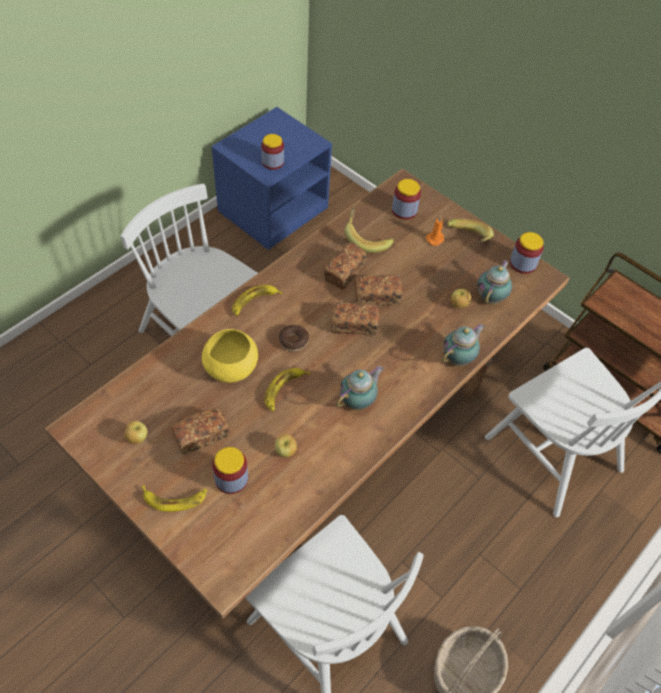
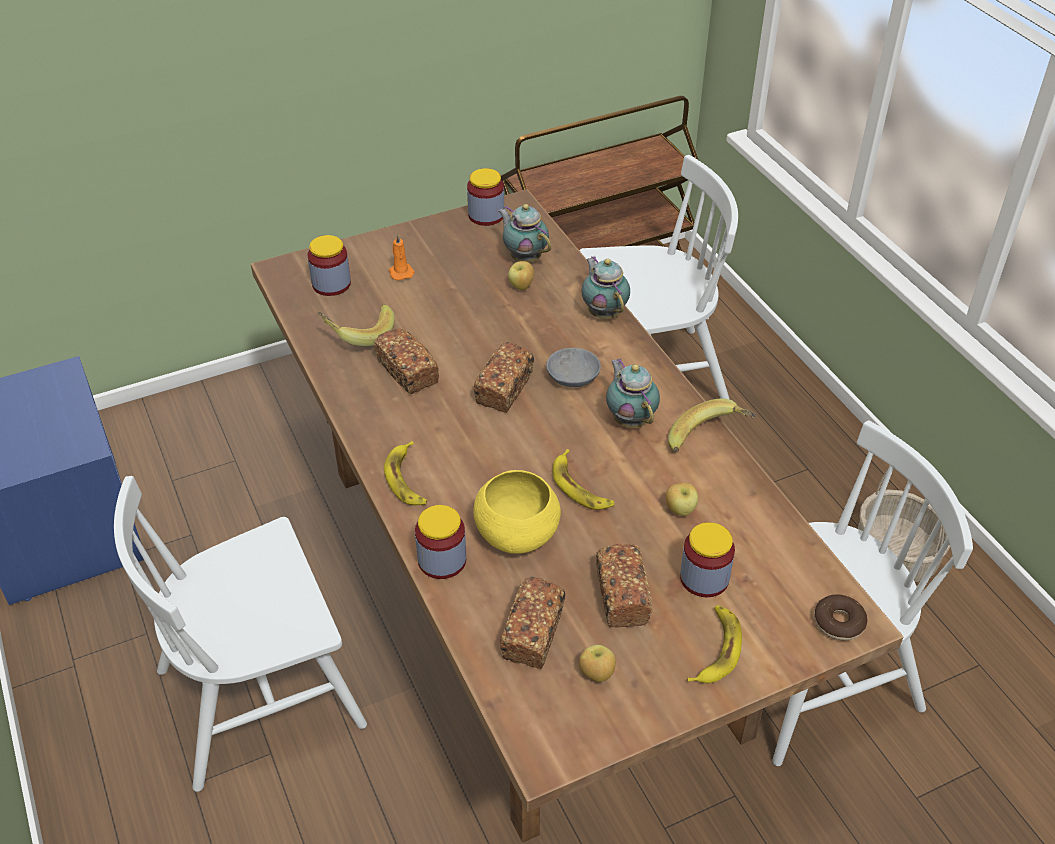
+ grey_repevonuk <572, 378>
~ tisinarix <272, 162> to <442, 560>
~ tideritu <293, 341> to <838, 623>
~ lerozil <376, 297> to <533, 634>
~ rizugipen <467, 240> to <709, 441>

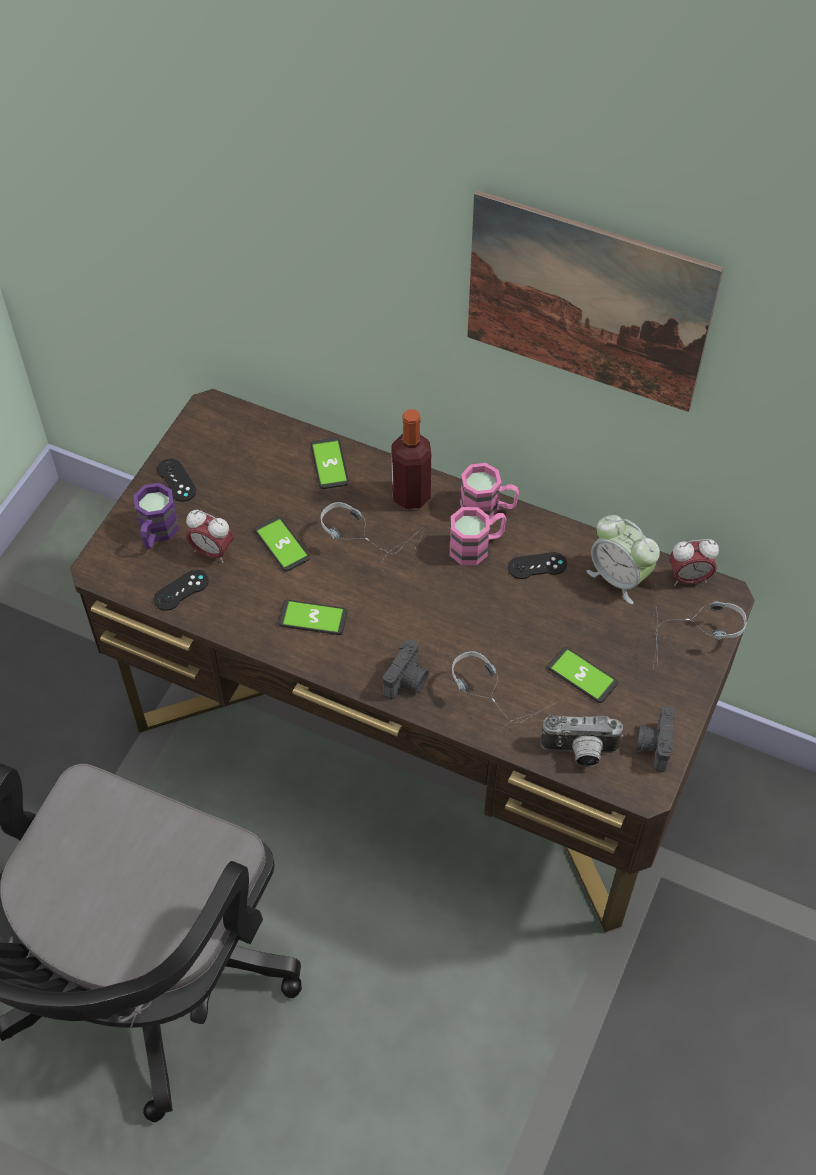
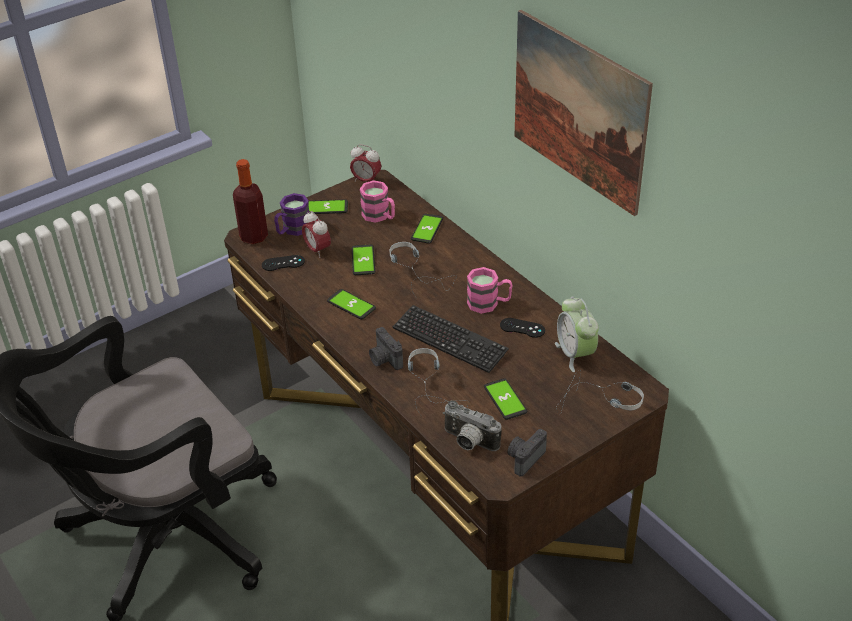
+ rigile <449, 340>
~ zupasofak <411, 496> to <253, 236>
~ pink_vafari <488, 507> to <380, 216>
~ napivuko <688, 578> to <366, 181>
~ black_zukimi <176, 480> to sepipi <326, 208>
~ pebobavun <407, 681> = <384, 359> 90 degrees clockwise

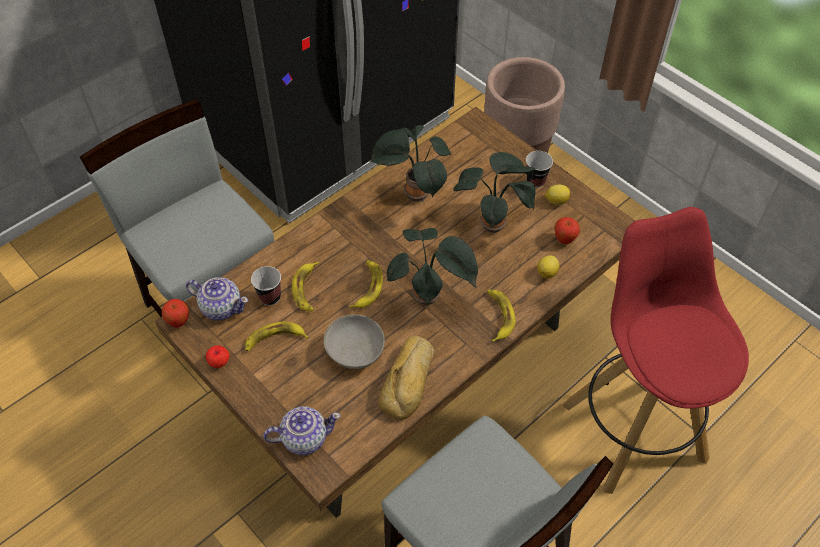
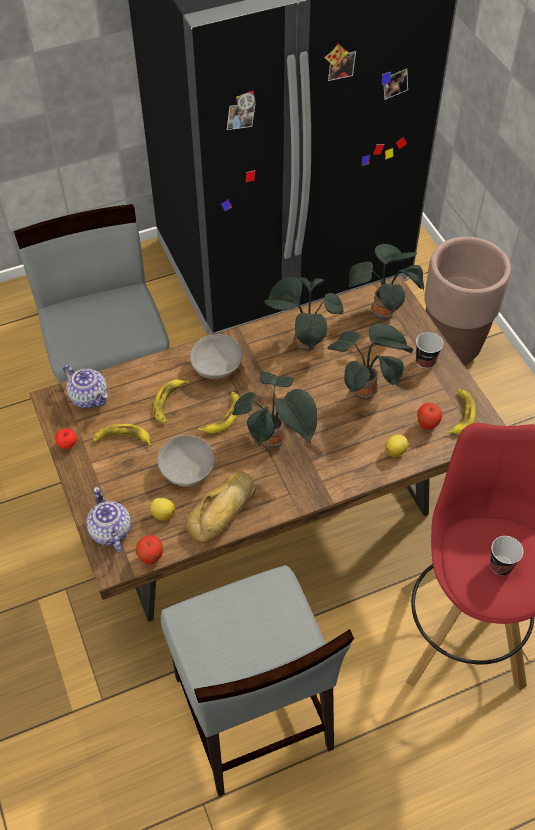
+ grey_repevonuk <217, 367>
+ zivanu <383, 311>
~ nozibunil <179, 322> to <151, 558>
~ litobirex <270, 297> to <500, 566>
~ rizugipen <498, 316> to <460, 414>
~ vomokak <556, 201> to <162, 514>
~ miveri <304, 438> = <110, 532> 120 degrees counterclockwise

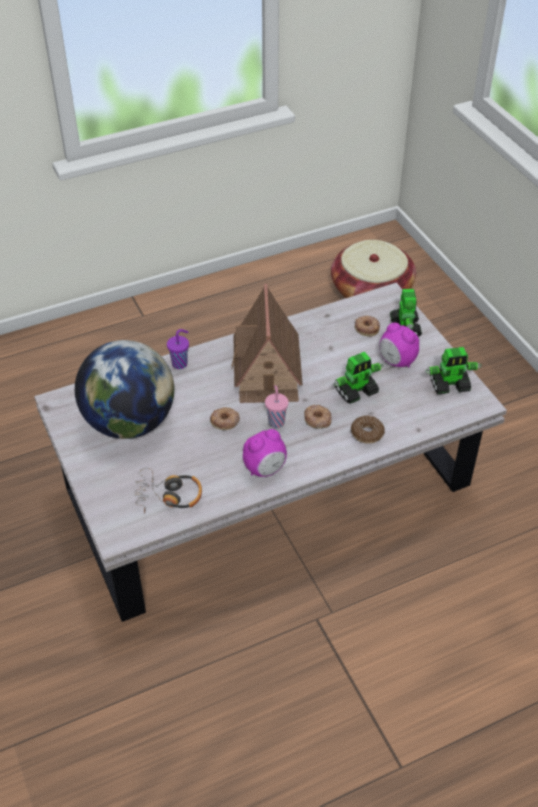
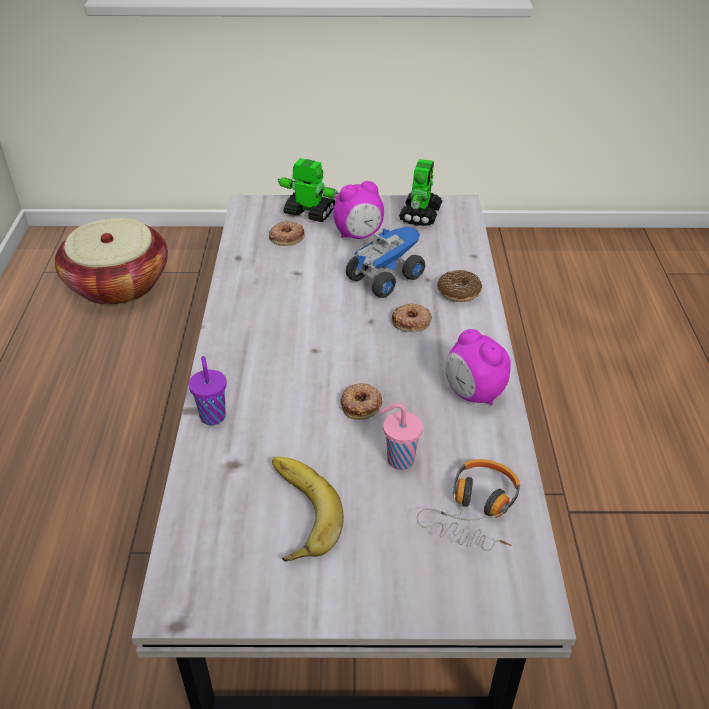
- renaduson <267, 370>
~ pink_litobirex <276, 421> to <398, 460>
~ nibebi <129, 422> to rizugipen <294, 513>
~ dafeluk <356, 391> to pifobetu <385, 277>
~ napivuko <265, 469> = <473, 394> 150 degrees clockwise

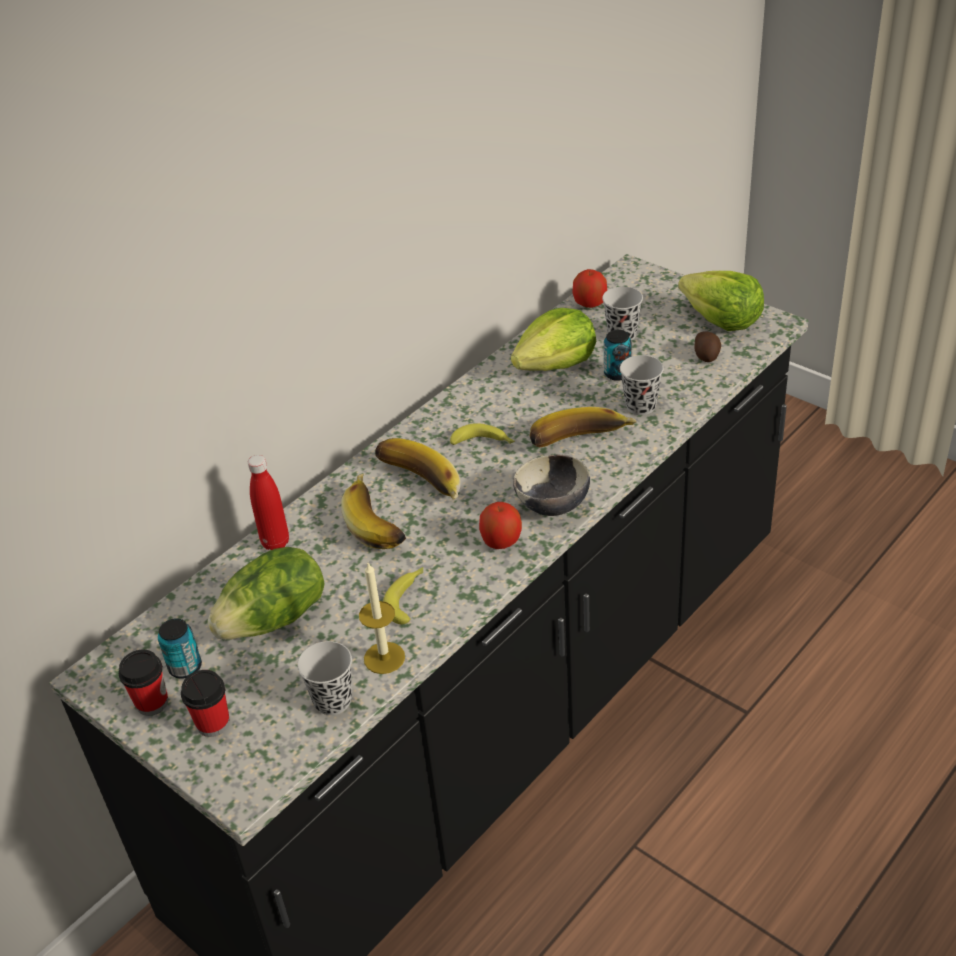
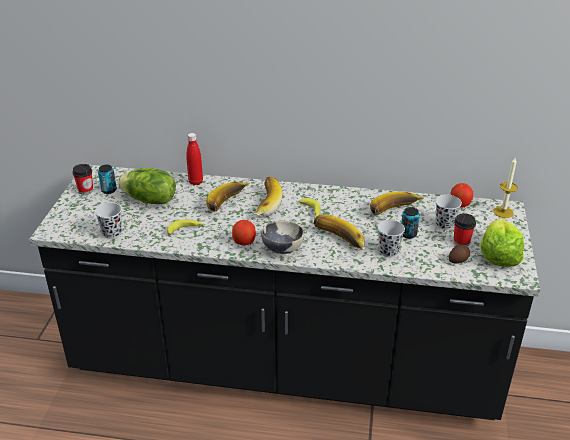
~ litobirex <213, 723> to <461, 242>
~ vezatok <384, 658> to <503, 212>
~ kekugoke <556, 364> to rizugipen <395, 212>

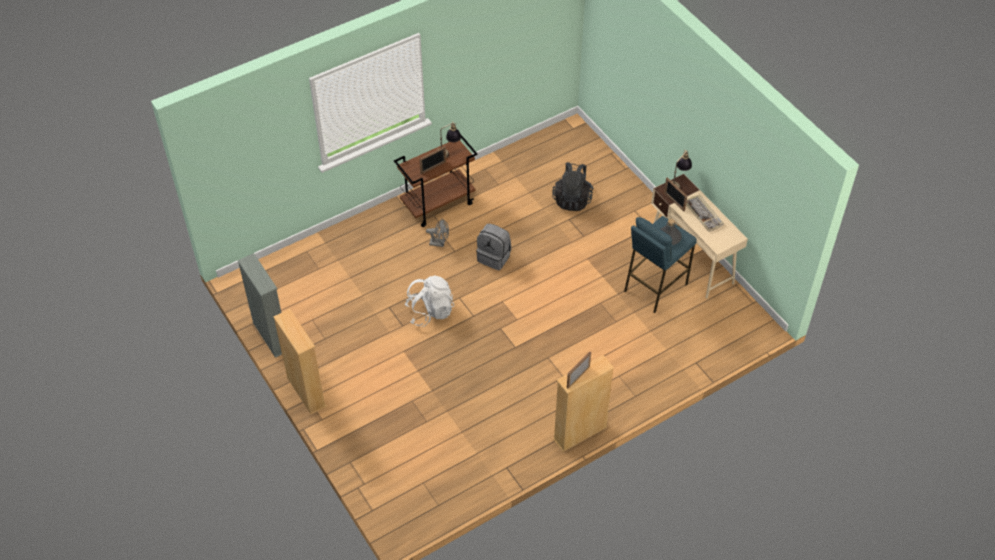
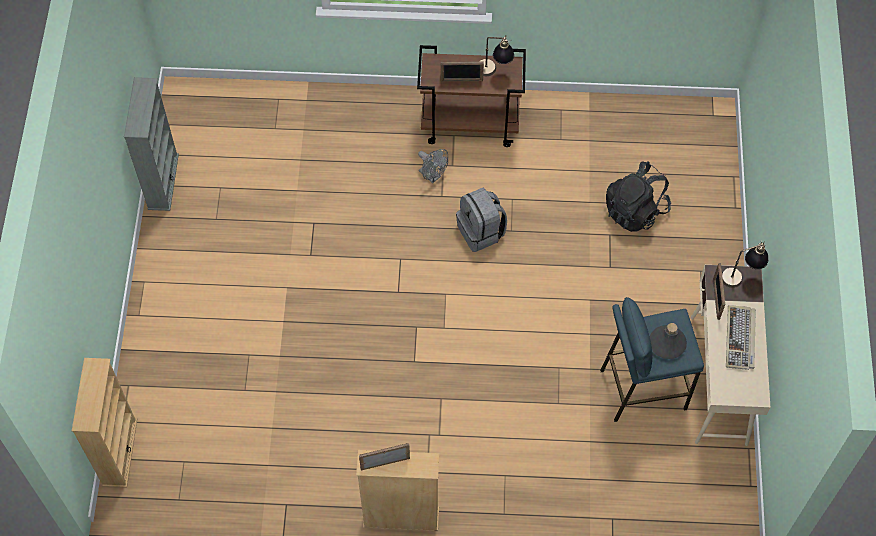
- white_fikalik <430, 311>
~ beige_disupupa <306, 392> to <119, 452>

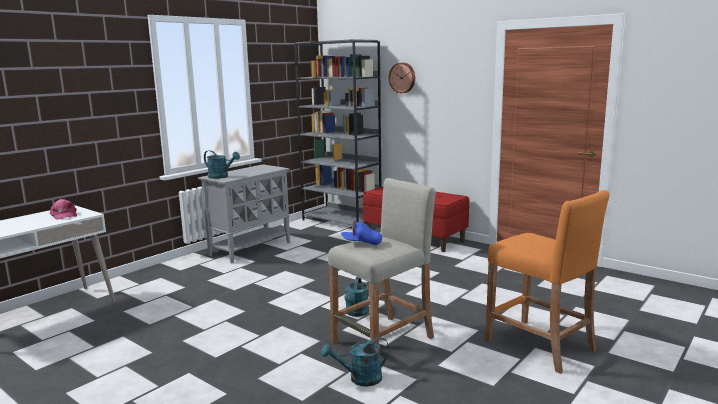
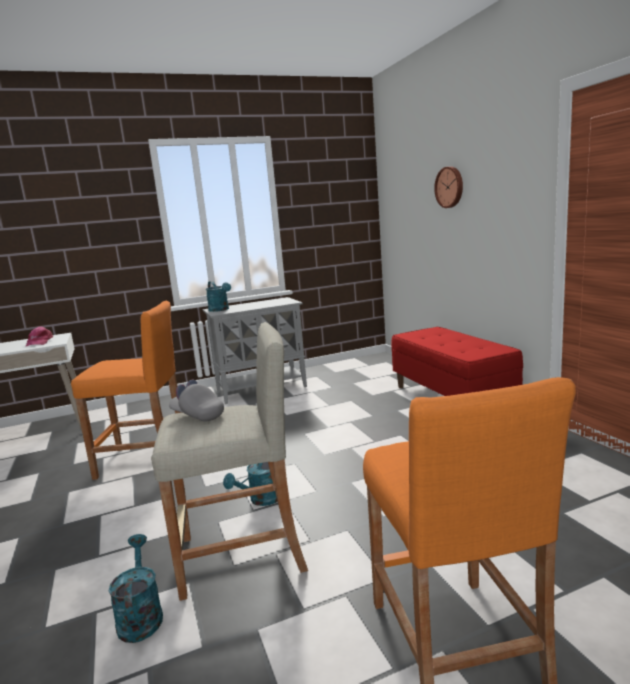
- grey_disupupa <342, 221>
+ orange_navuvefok <146, 460>
~ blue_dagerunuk <361, 243> to grey_dagerunuk <198, 415>
~ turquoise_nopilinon <359, 379> = <140, 615> 60 degrees clockwise

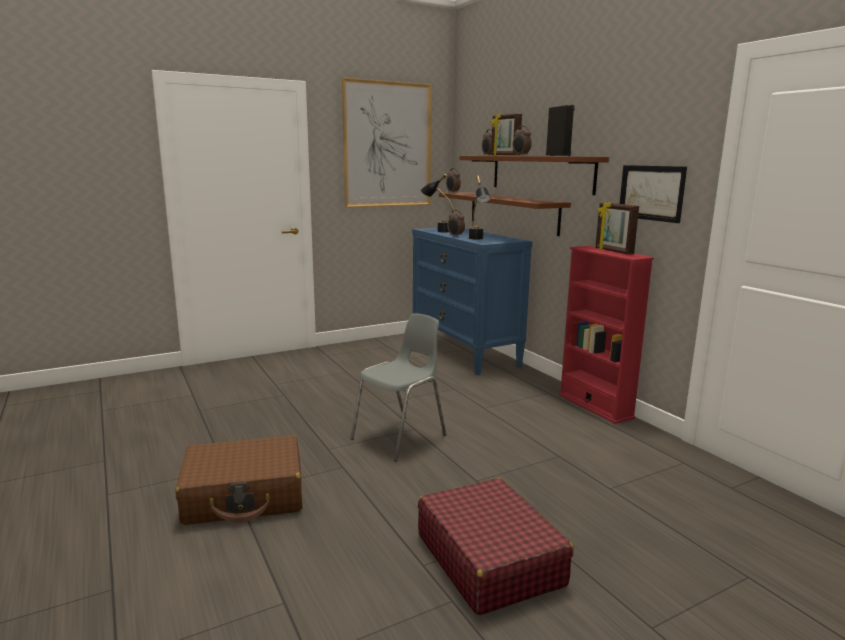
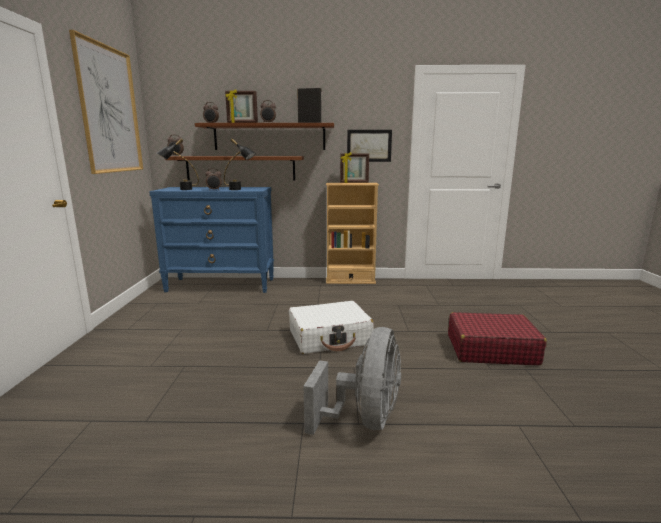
~ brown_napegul <244, 495> to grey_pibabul <364, 419>
~ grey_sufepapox <400, 437> to white_napegul <330, 337>
~ red_disupupa <595, 406> to beige_disupupa <350, 281>

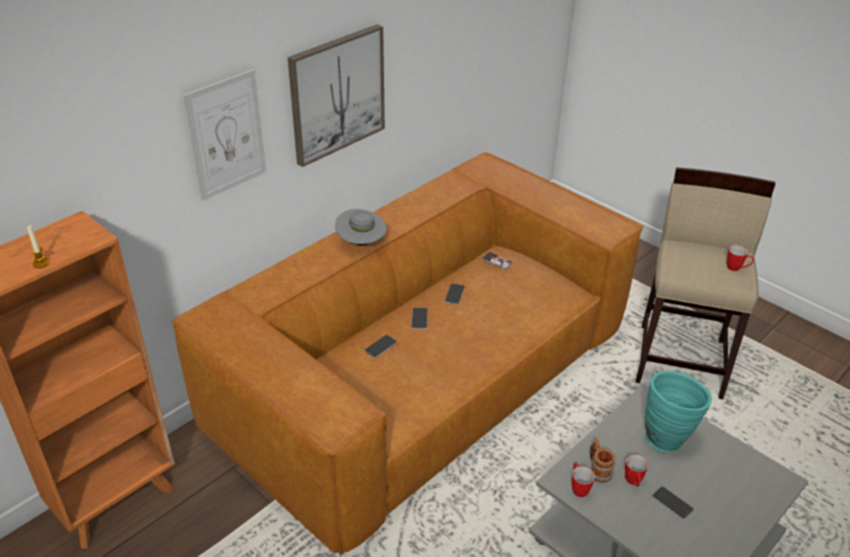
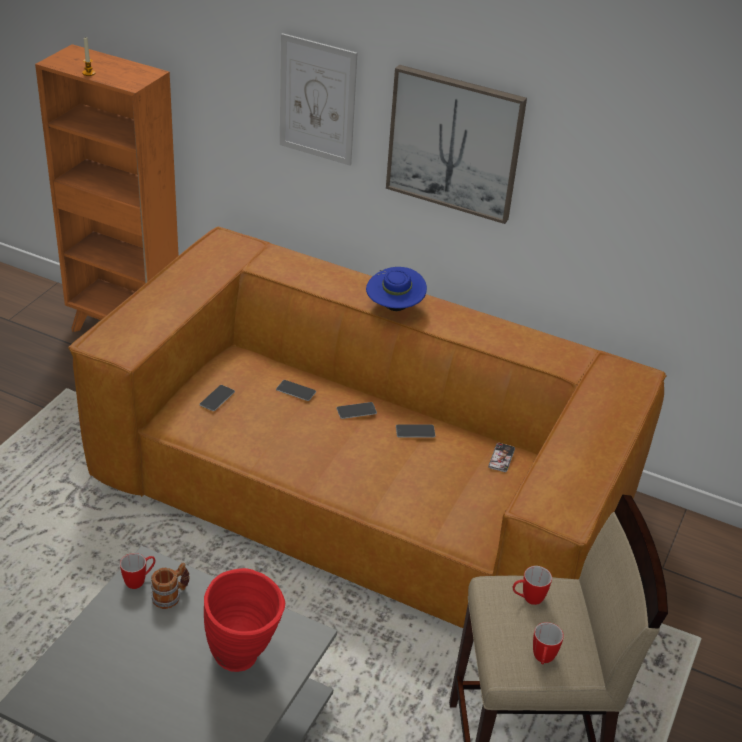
~ vafari <633, 483> to <527, 599>
~ sepipi <672, 503> to <217, 398>
~ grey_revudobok <361, 243> to blue_revudobok <394, 307>
~ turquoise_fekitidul <667, 437> to red_fekitidul <245, 658>

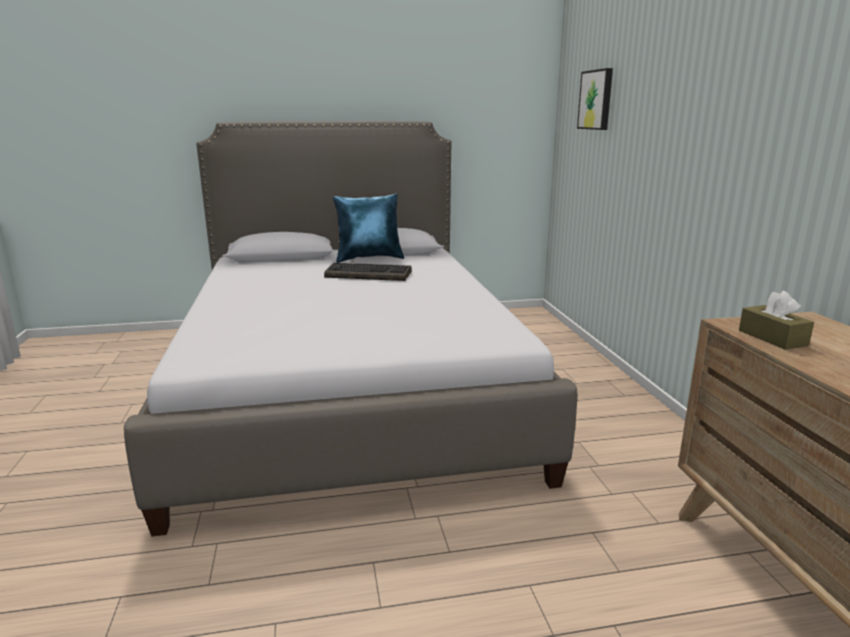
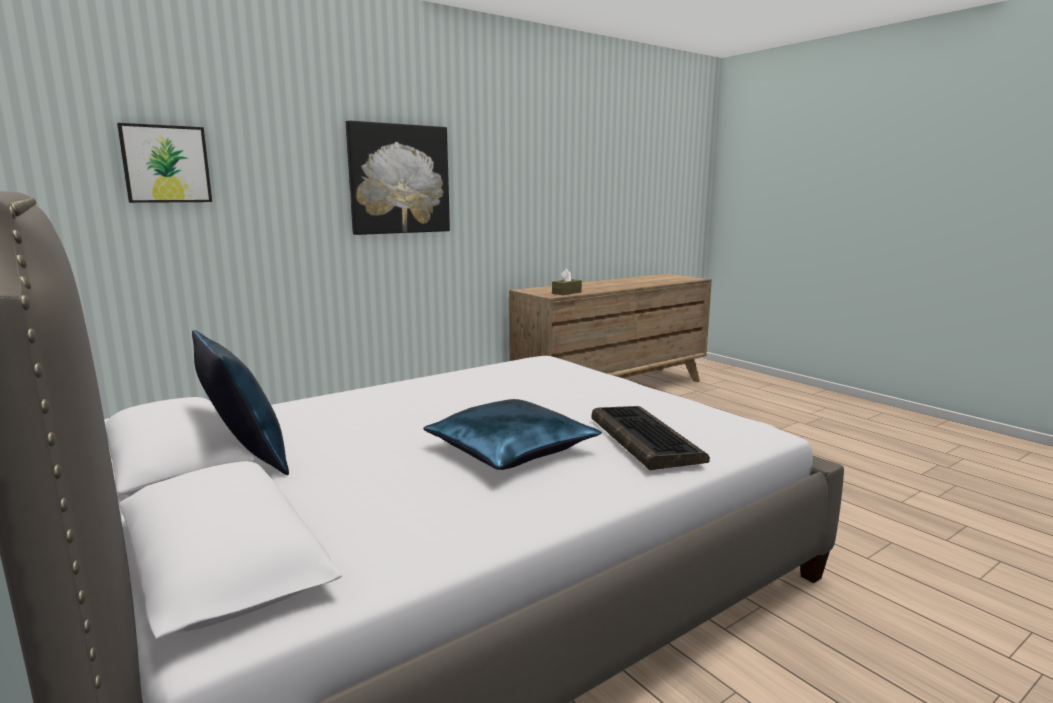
+ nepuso <399, 179>
+ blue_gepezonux <509, 449>
~ rigile <369, 274> to <643, 438>

